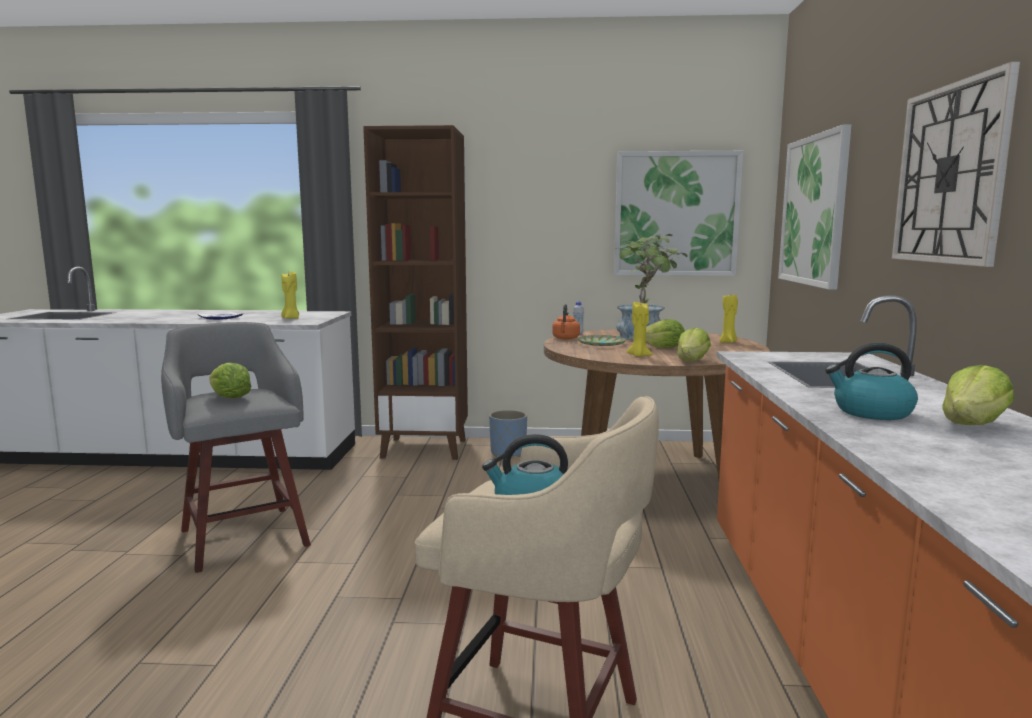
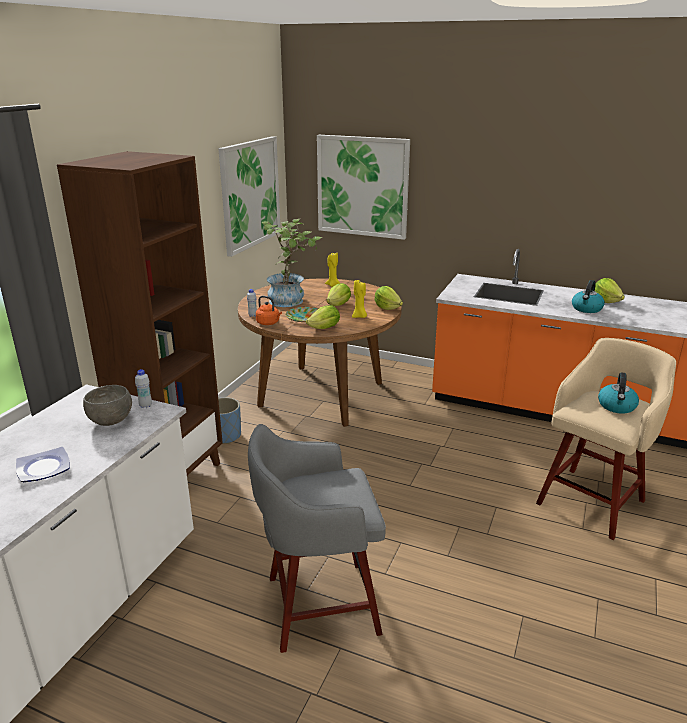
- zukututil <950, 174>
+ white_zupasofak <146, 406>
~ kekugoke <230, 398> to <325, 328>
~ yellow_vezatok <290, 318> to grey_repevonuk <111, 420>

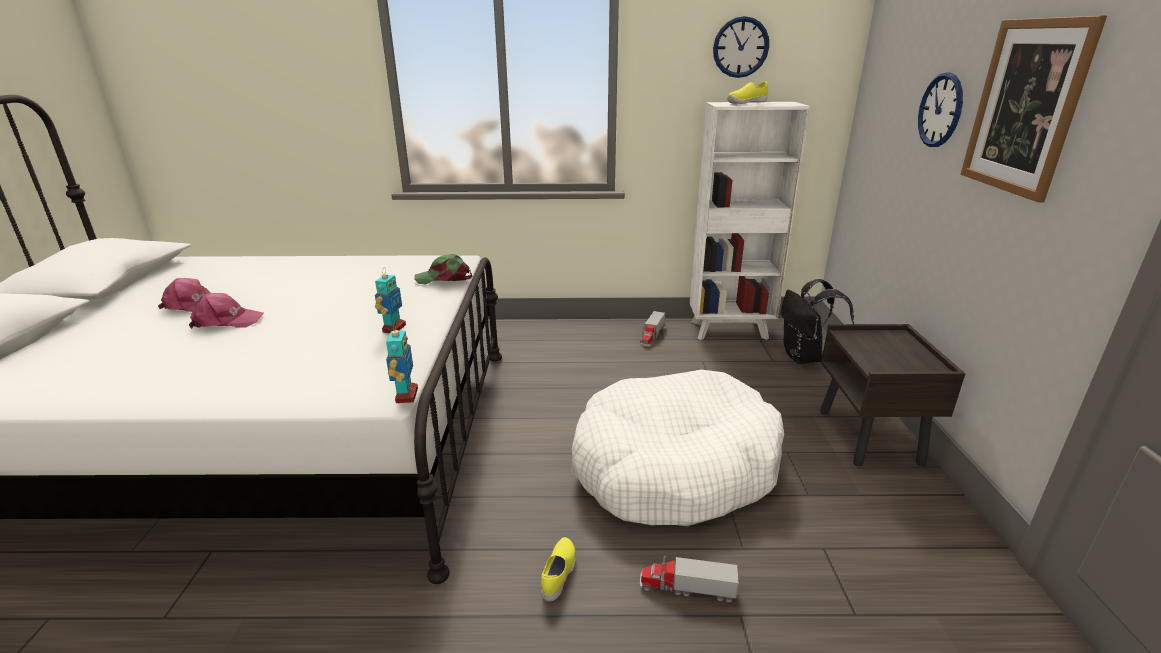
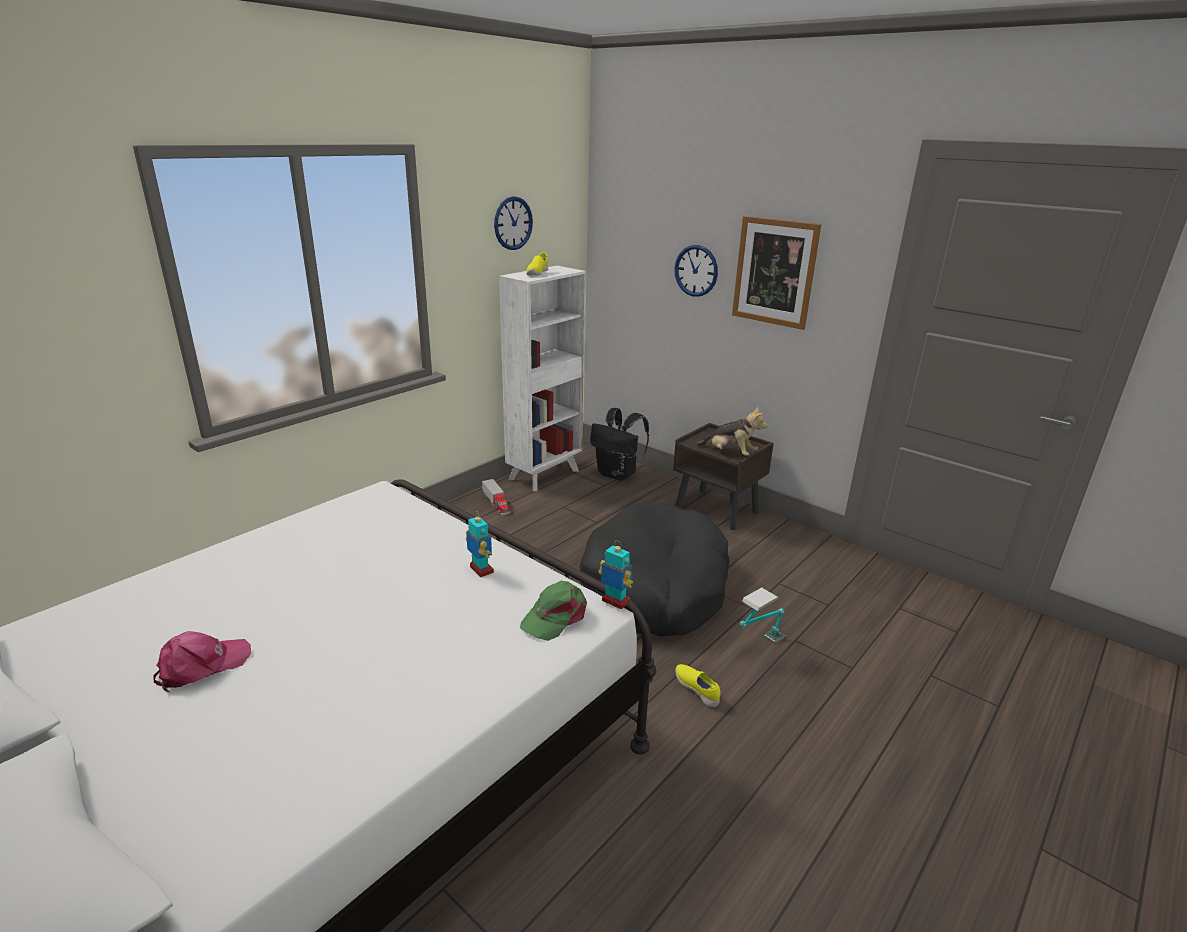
- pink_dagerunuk <227, 321>
+ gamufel <730, 453>
~ green_dagerunuk <444, 278> to <555, 617>
~ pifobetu <686, 588> to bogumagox <759, 646>
~ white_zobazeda <674, 467> to black_zobazeda <655, 587>

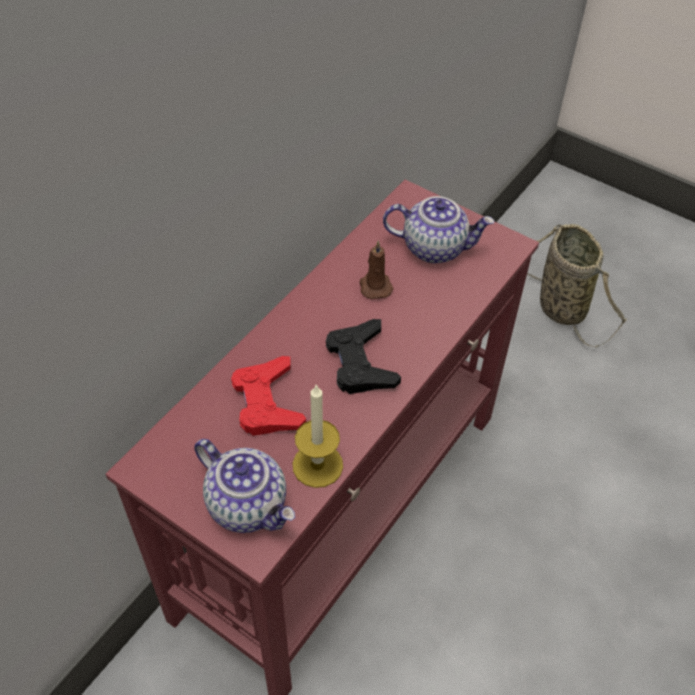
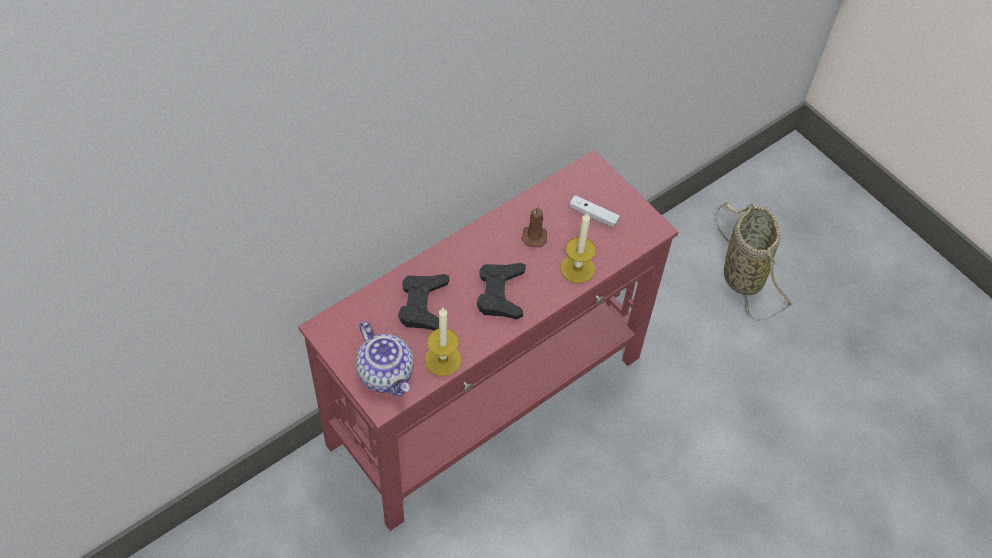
+ vezatok <577, 268>
~ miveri <435, 247> to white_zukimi <593, 215>
~ red_zukimi <267, 402> to black_zukimi <423, 305>

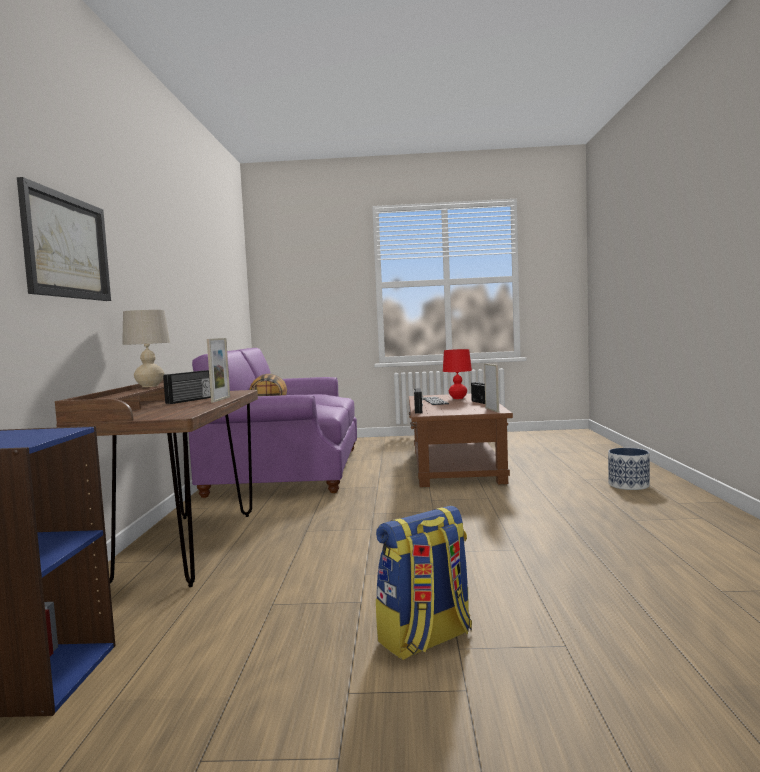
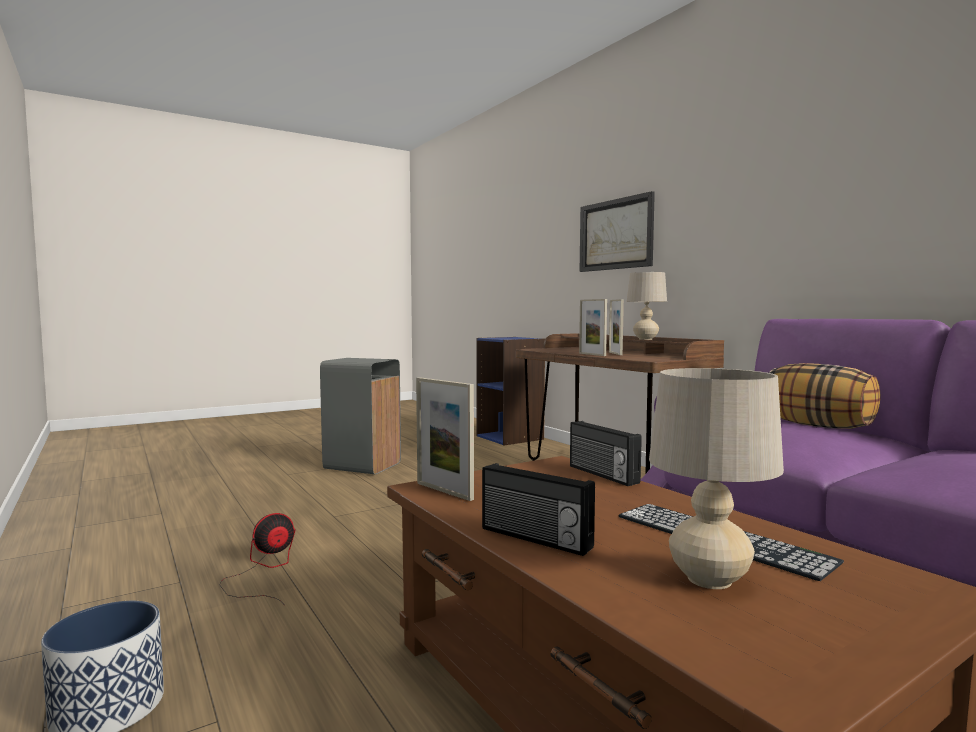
+ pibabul <265, 570>
~ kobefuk <189, 400> to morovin <615, 353>
~ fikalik <426, 639> to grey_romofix <362, 466>
~ red_bogumagox <458, 398> to beige_bogumagox <709, 579>

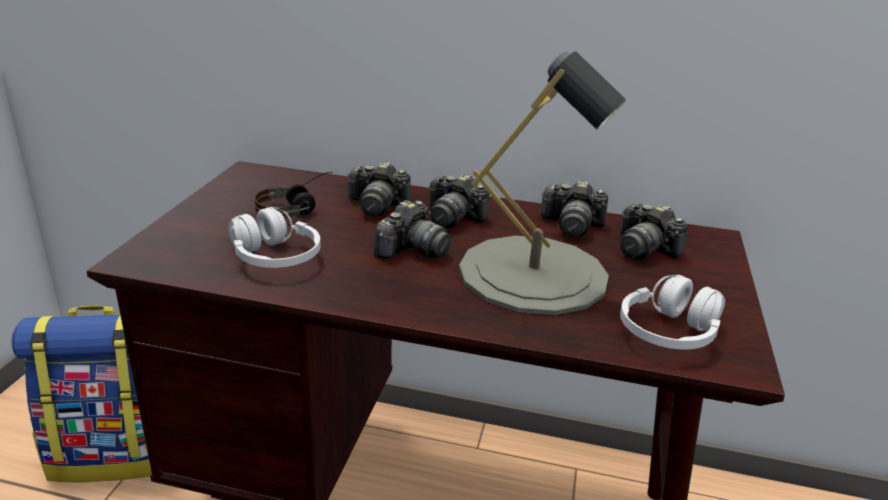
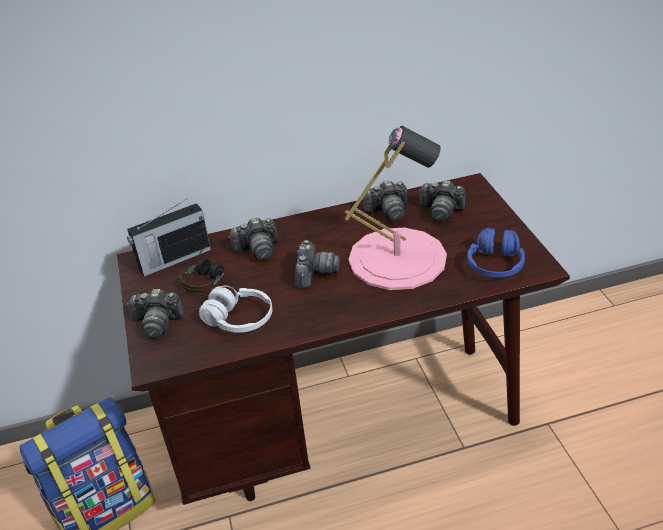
+ kobefuk <173, 259>
~ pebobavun <453, 218> to <157, 323>
~ grey_bogumagox <533, 273> to pink_bogumagox <397, 258>
~ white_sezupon <669, 333> to blue_sezupon <495, 264>

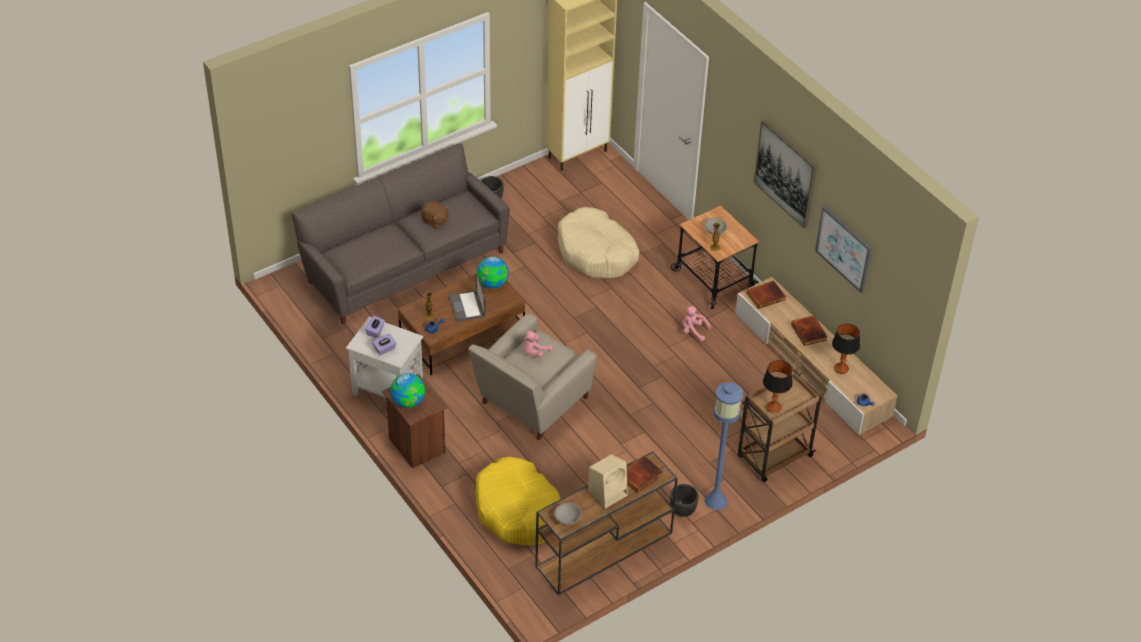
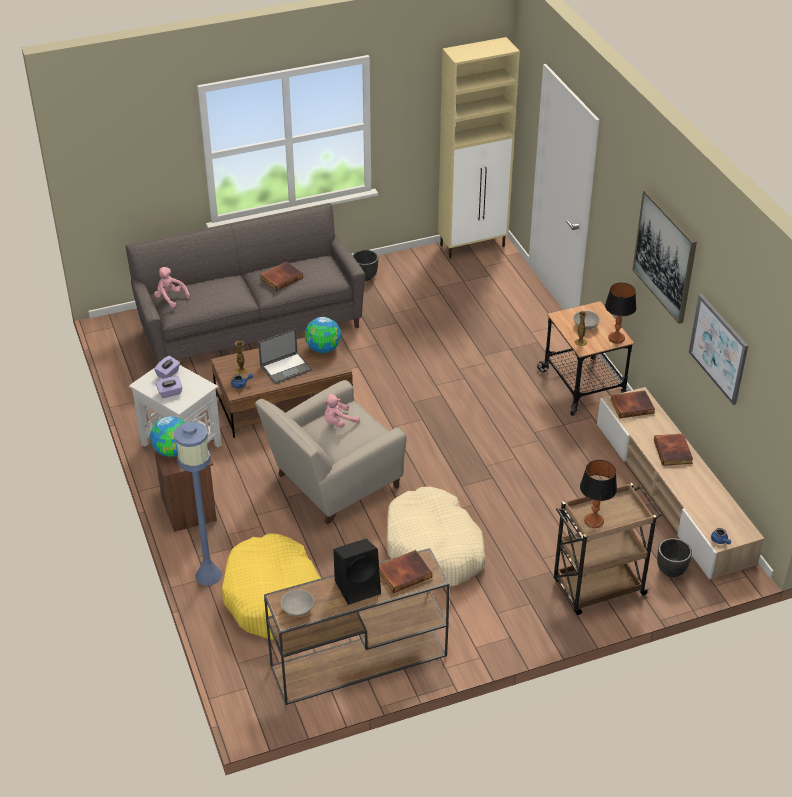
~ beige_zobazeda <596, 253> to <434, 549>
~ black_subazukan <682, 511> to <671, 571>
~ pink_gamufel <693, 331> to <170, 298>
~ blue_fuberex <715, 501> to <208, 575>
~ bogumagox <841, 369> to <616, 338>
~ brown_gamufel <435, 221> to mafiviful <281, 277>
~ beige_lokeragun <608, 492> to black_lokeragun <358, 586>
~ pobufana <467, 306> = <286, 367> 120 degrees counterclockwise

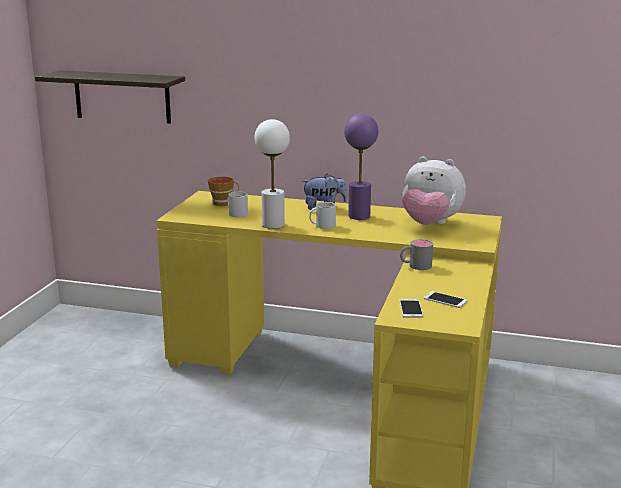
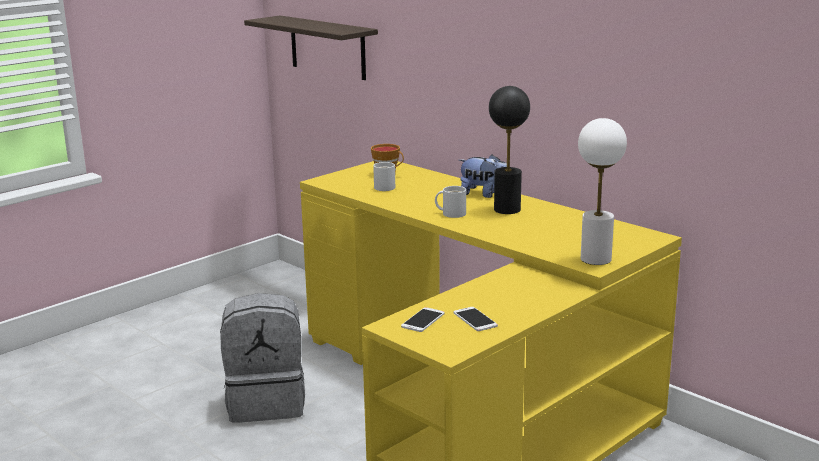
- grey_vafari <415, 266>
- gamufel <430, 224>
+ grey_fikalik <267, 402>
~ white_bogumagox <273, 225> to <596, 259>
~ purple_bogumagox <359, 216> to black_bogumagox <507, 210>

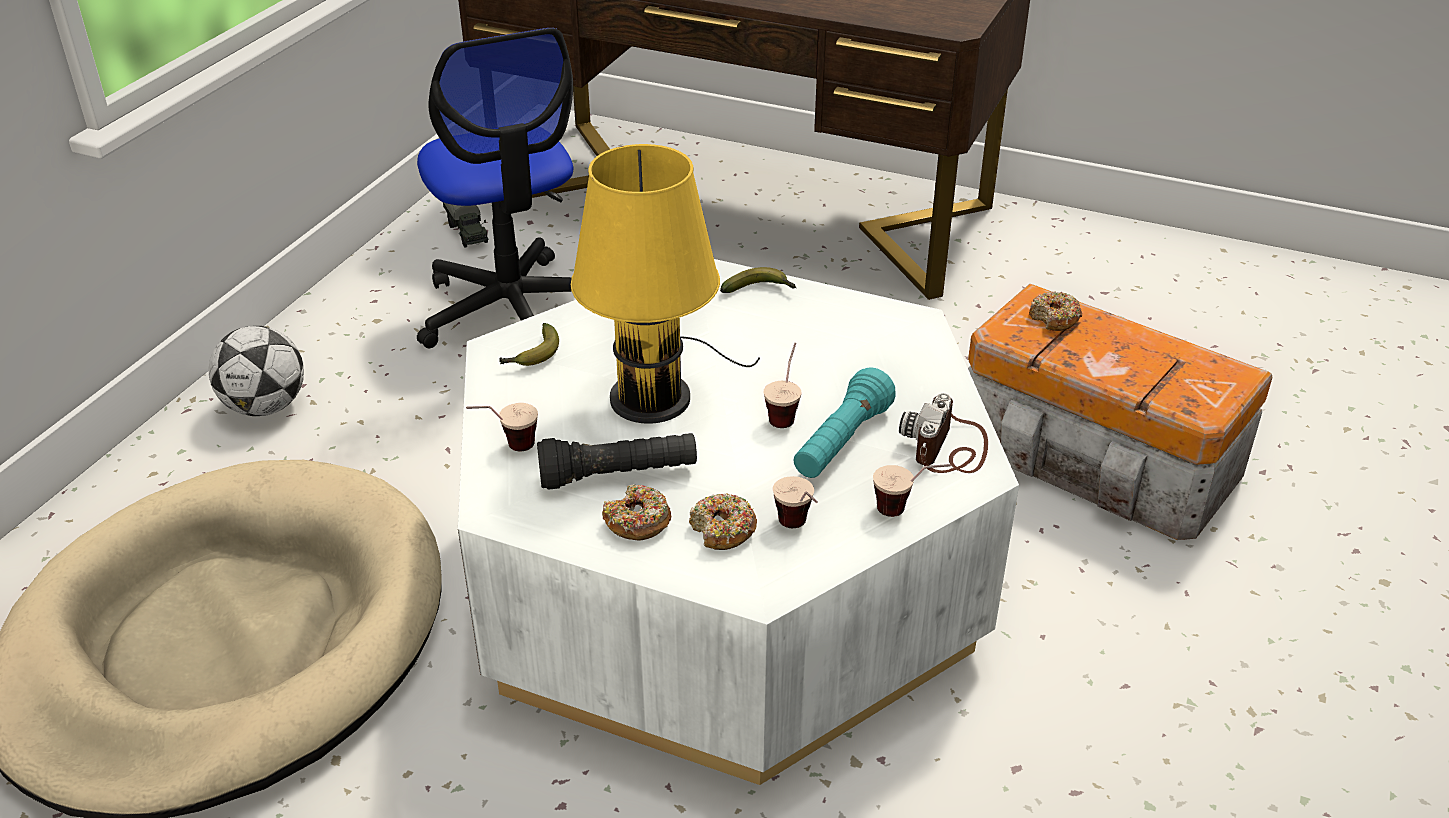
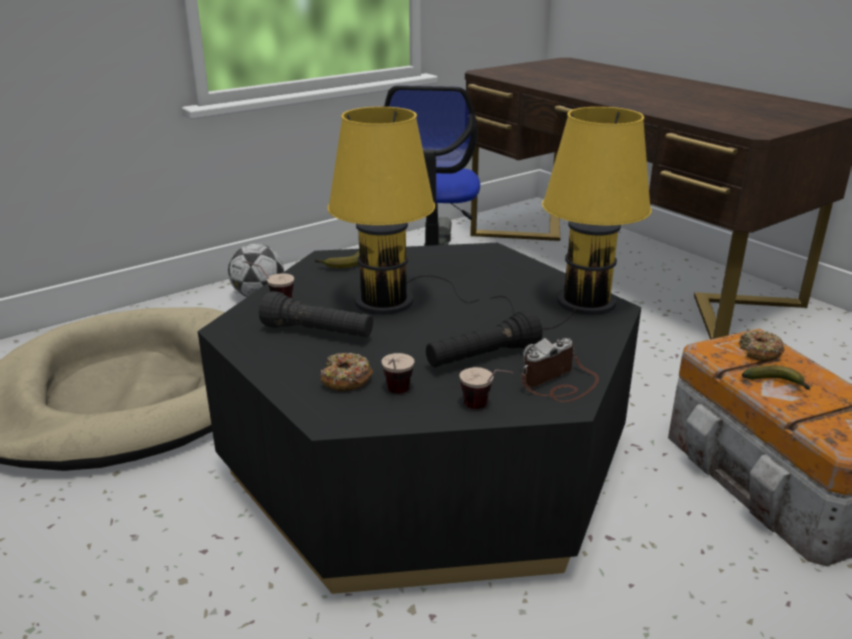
- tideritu <637, 522>
- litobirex <785, 412>
+ yellow_bogumagox <579, 303>
~ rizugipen <760, 290> to <777, 384>
~ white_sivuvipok <724, 579> to black_sivuvipok <425, 461>
~ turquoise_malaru <841, 443> to black_malaru <482, 357>

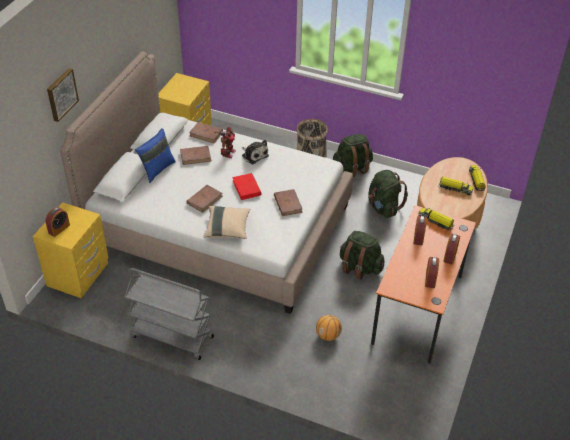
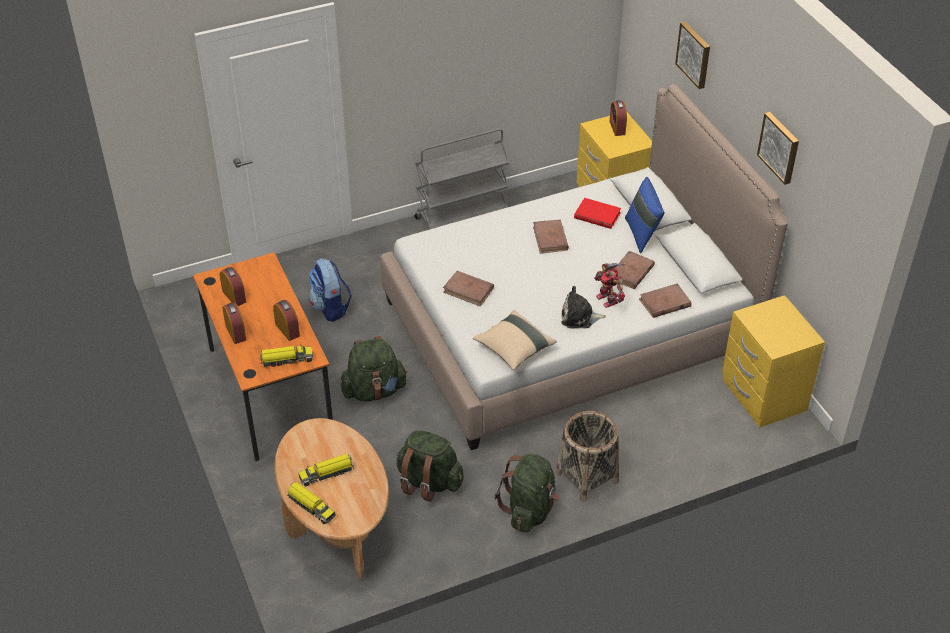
+ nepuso <780, 147>
~ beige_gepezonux <227, 228> to <514, 348>
~ red_mafiviful <246, 188> to <597, 215>
~ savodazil <328, 335> to fikalik <330, 308>

